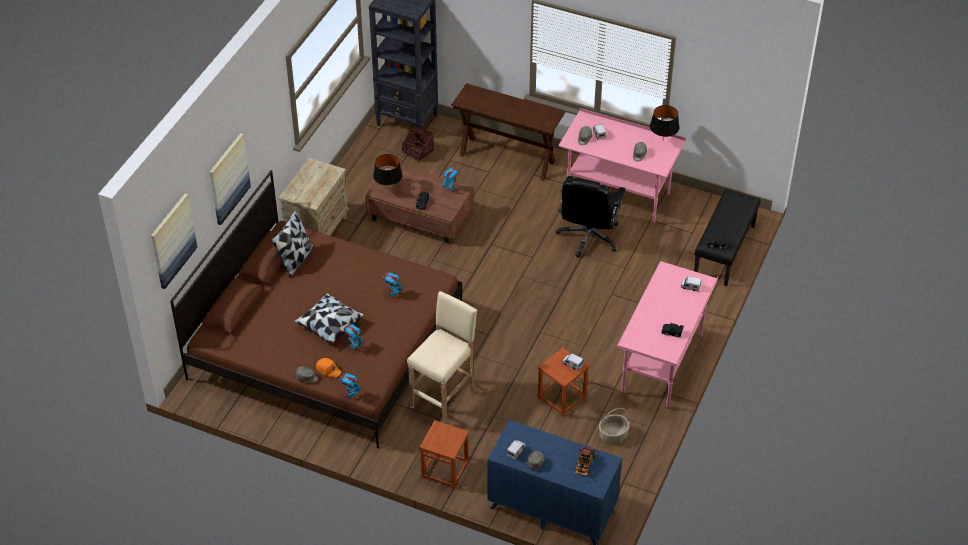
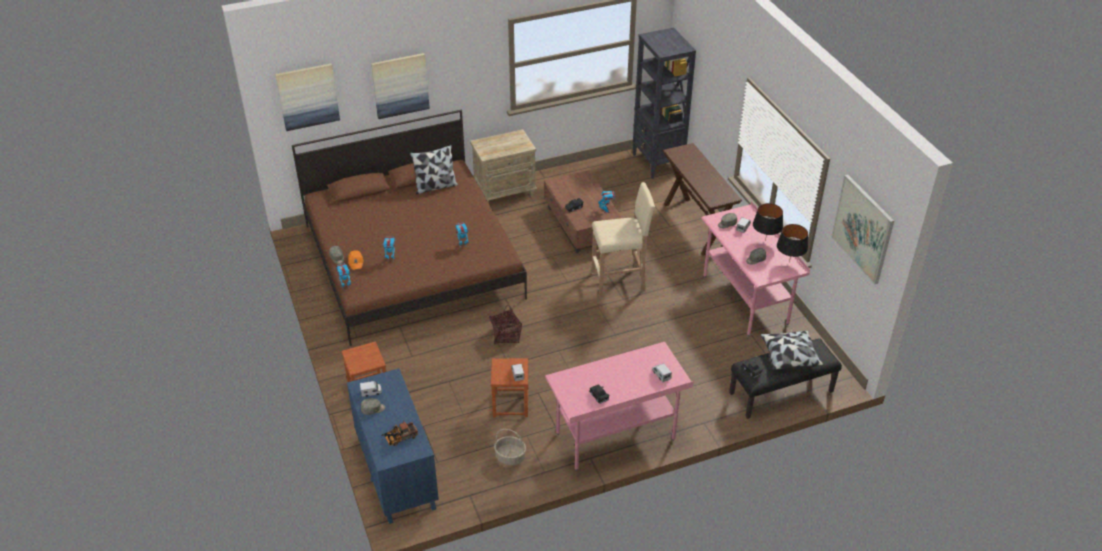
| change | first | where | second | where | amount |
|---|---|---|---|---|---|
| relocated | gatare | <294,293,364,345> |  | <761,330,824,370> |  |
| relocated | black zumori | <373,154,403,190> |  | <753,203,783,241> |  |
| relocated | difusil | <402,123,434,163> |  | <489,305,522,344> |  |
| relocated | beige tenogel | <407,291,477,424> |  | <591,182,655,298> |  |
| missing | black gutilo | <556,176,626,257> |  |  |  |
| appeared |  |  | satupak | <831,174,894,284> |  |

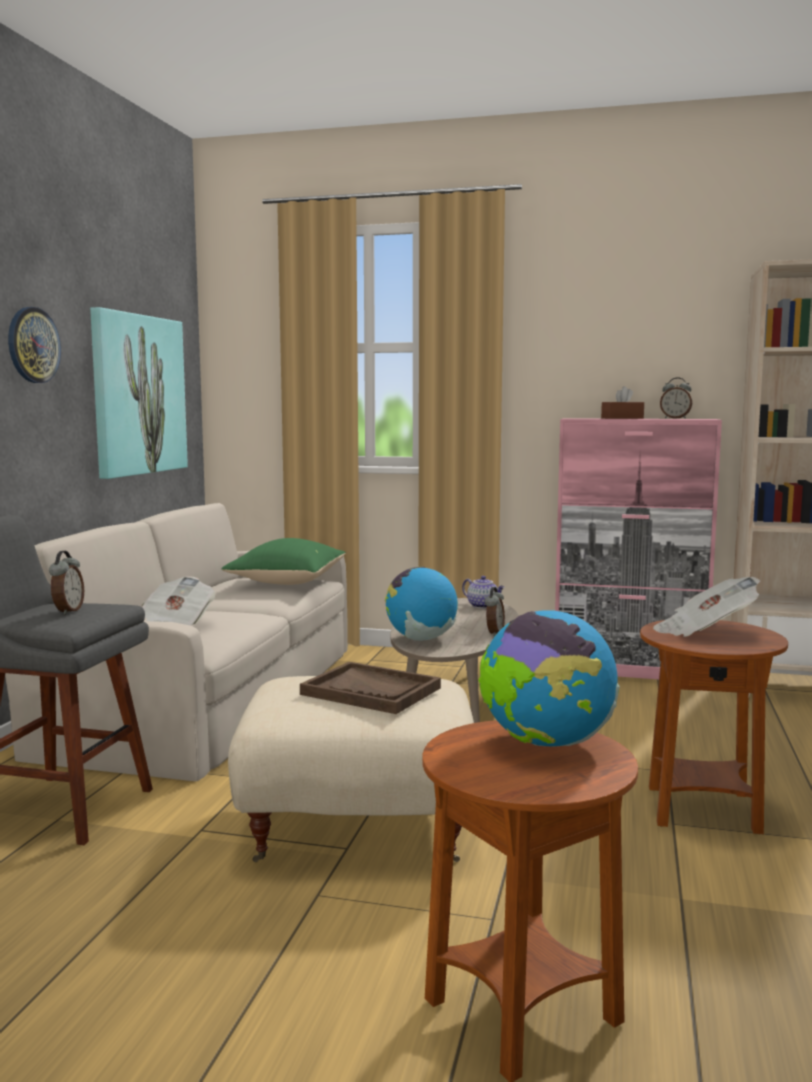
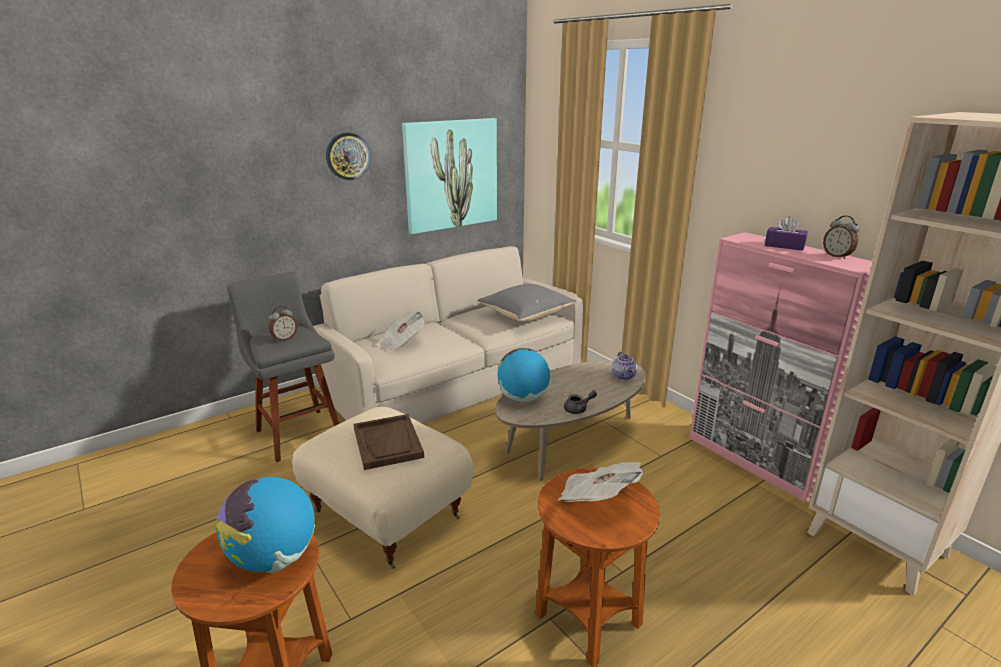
| change | first | where | second | where | amount |
|---|---|---|---|---|---|
| colour | green gatare | <222,538,346,585> | grey gatare | <477,284,577,322> |  |
| exchanged | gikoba | <485,587,505,636> | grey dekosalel | <564,390,597,414> |  |
| colour | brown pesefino | <601,386,644,419> | purple pesefino | <765,216,808,251> |  |

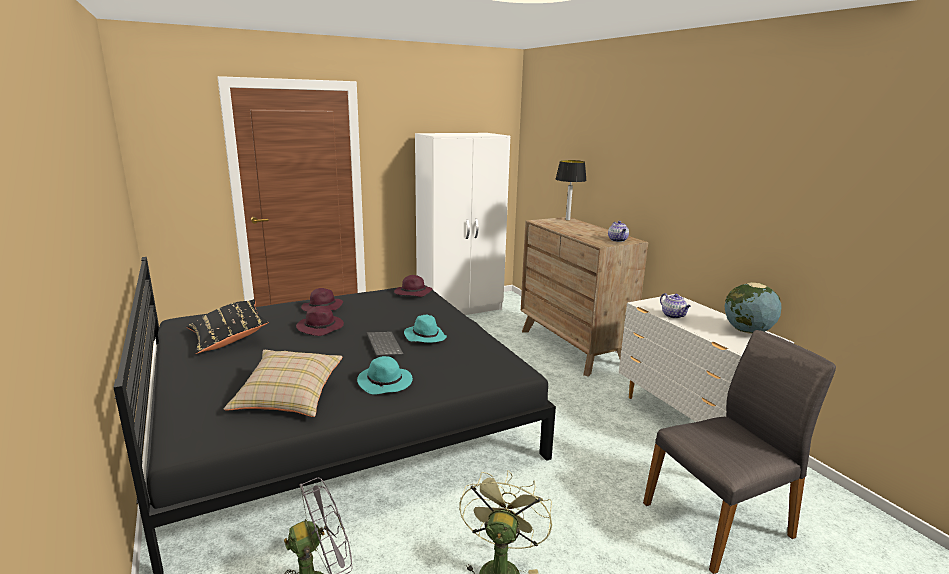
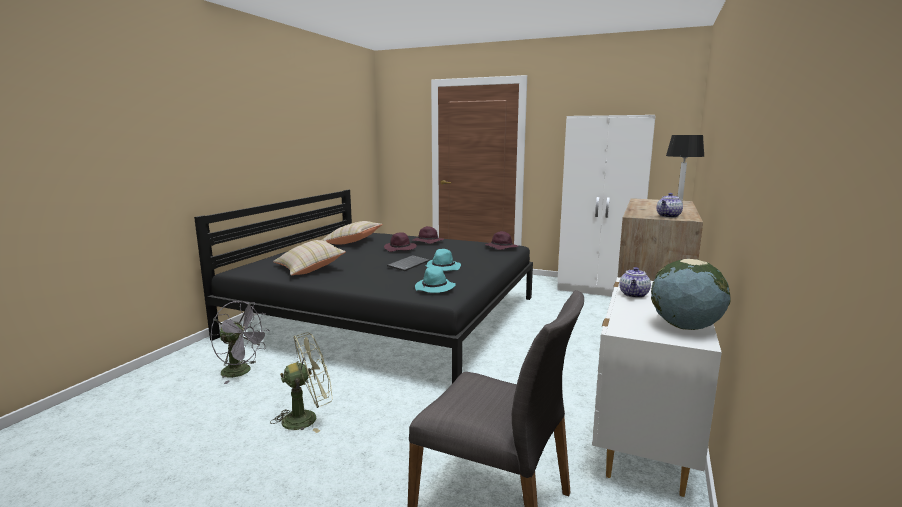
| change | first | where | second | where | amount |
|---|---|---|---|---|---|
| colour | black gatare | <186,299,268,354> | beige gatare | <322,221,382,245> |  |
| relocated | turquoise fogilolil | <357,356,413,394> |  | <415,266,456,293> |  |

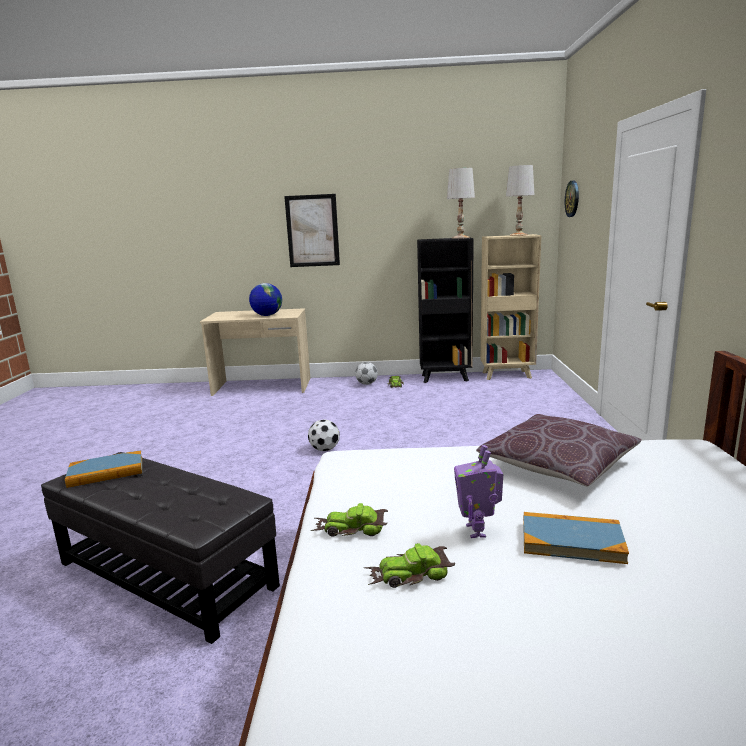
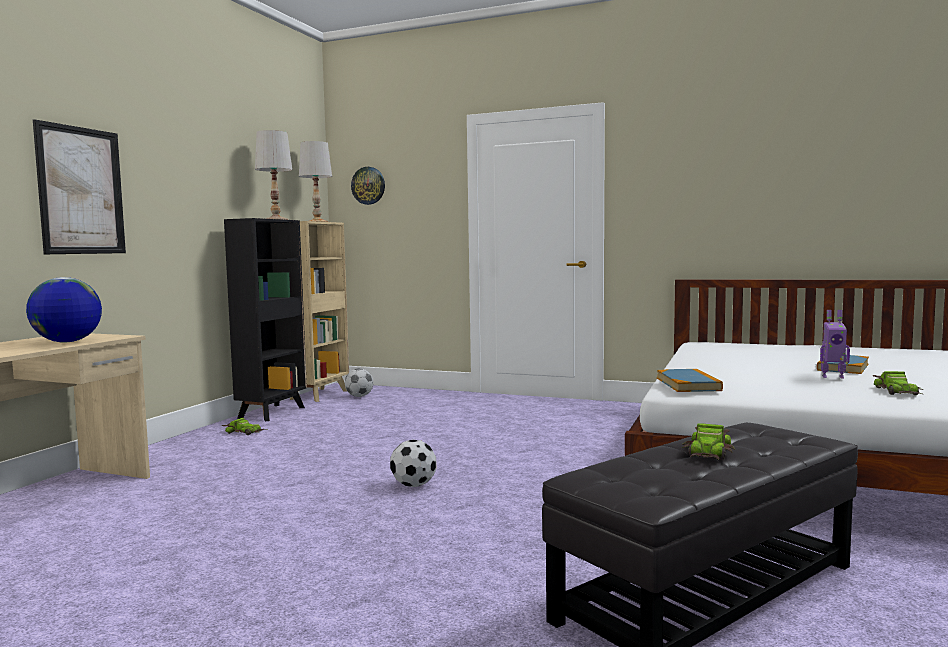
| change | first | where | second | where | amount |
|---|---|---|---|---|---|
| relocated | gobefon | <65,450,142,488> |  | <657,369,723,392> |  |
| relocated | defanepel | <310,503,388,537> |  | <682,423,735,460> |  |
| relocated | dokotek | <355,362,378,385> |  | <345,368,374,397> |  |
| missing | brown gatare | <476,414,642,487> |  |  |  |

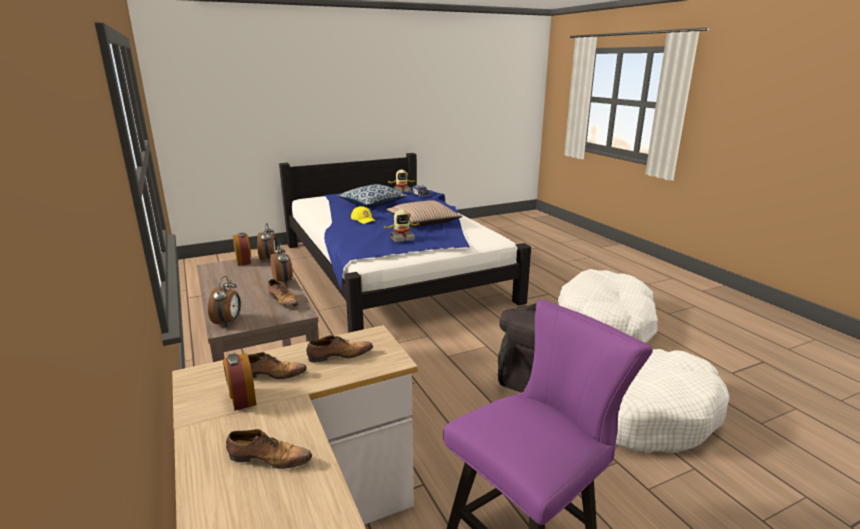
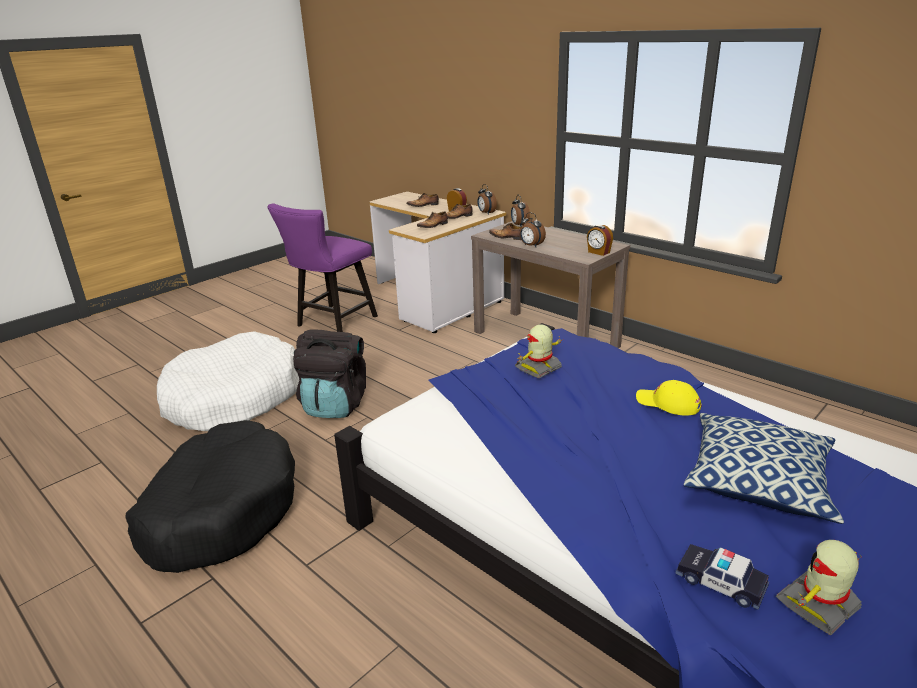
| change | first | where | second | where | amount |
|---|---|---|---|---|---|
| relocated | gikoba | <257,223,277,262> |  | <477,184,497,215> |  |
| missing | gatare | <387,200,462,226> |  |  |  |
| colour | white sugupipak | <558,269,658,343> | black sugupipak | <125,420,295,573> |  |

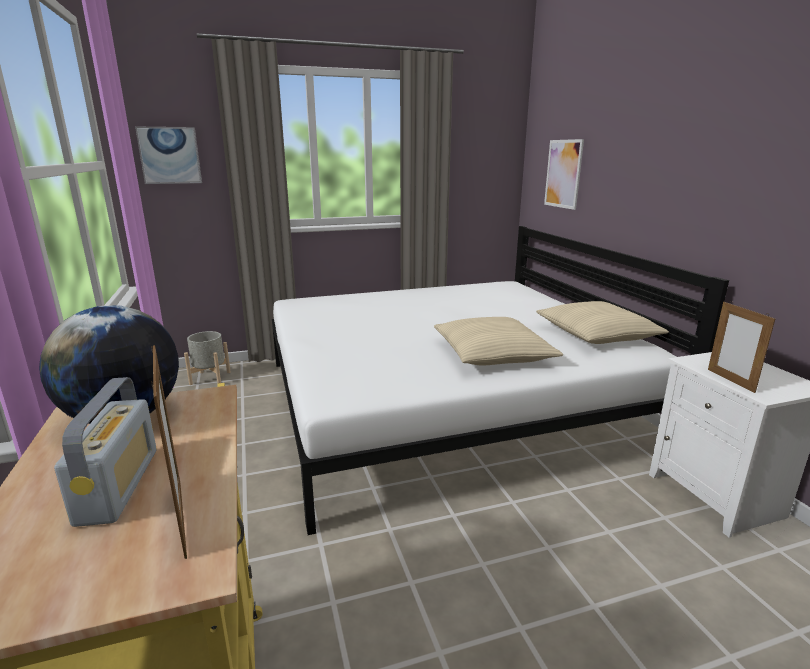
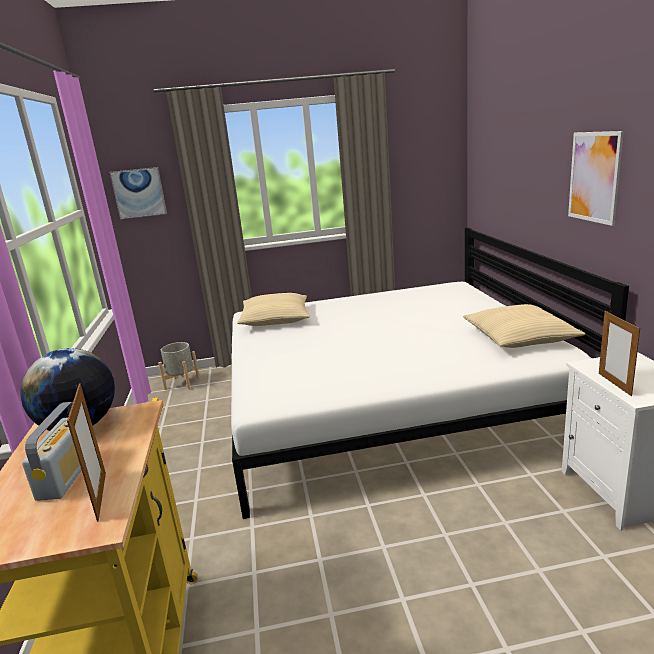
| change | first | where | second | where | amount |
|---|---|---|---|---|---|
| relocated | beige gatare | <434,317,563,365> |  | <237,293,310,326> |  |
| relocated | satupak | <544,139,584,210> |  | <568,131,624,226> |  |

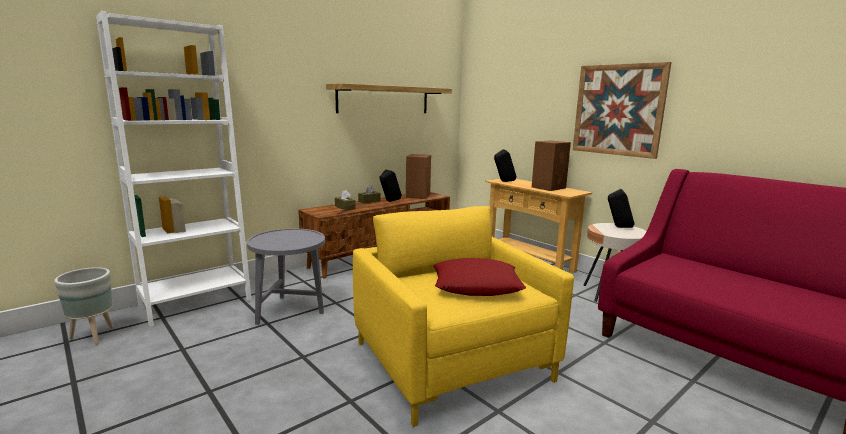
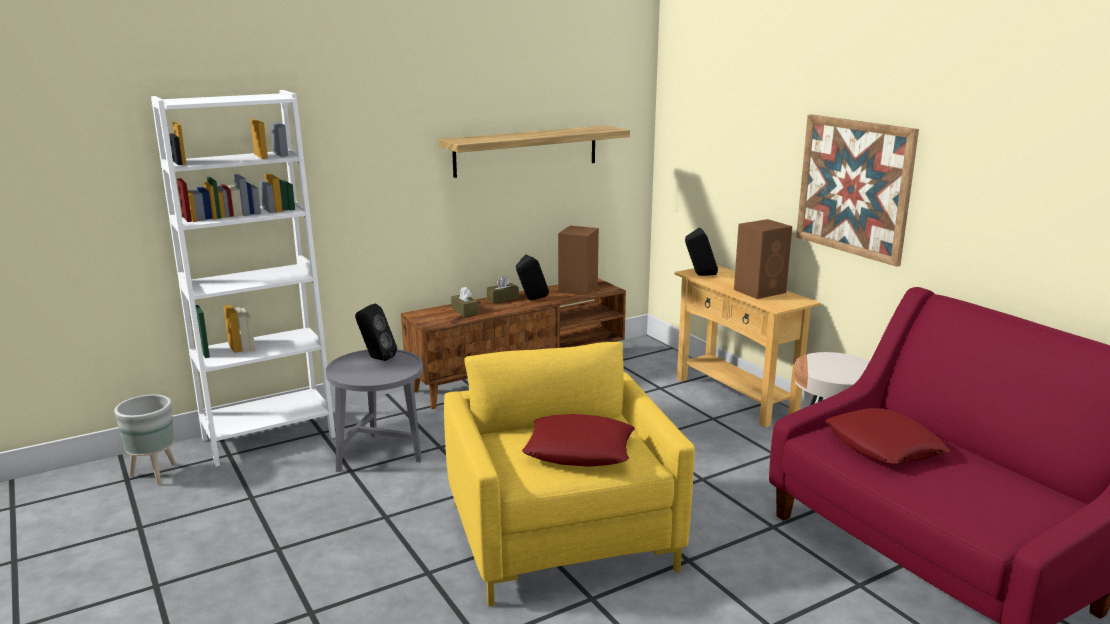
| change | first | where | second | where | amount |
|---|---|---|---|---|---|
| relocated | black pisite | <608,189,635,228> |  | <355,304,397,361> |  |
| appeared |  |  | red gatare | <825,408,950,464> |  |

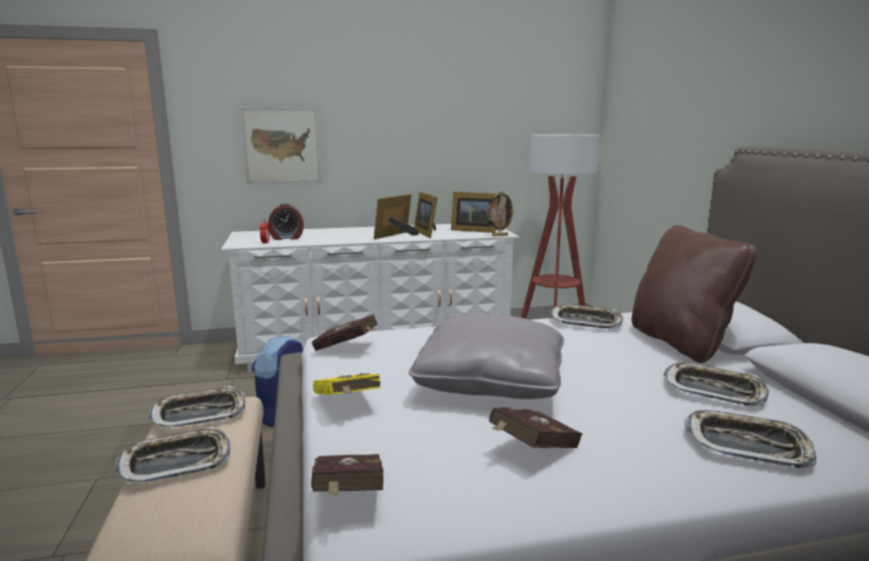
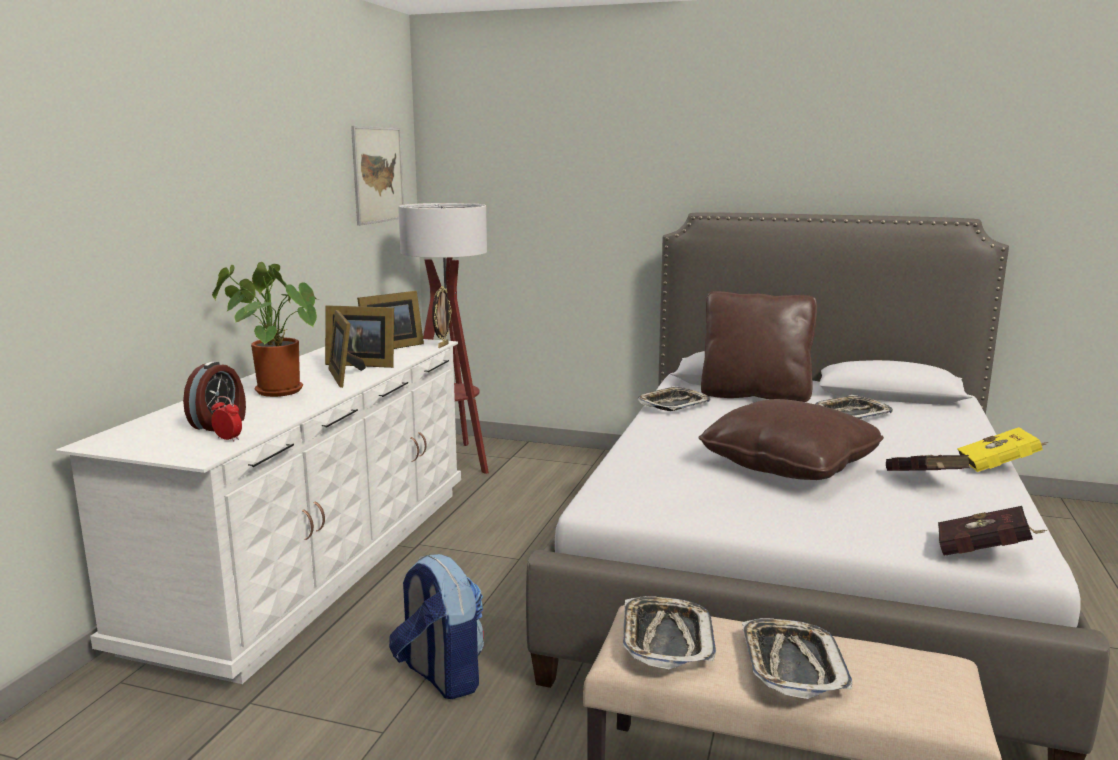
| change | first | where | second | where | amount |
|---|---|---|---|---|---|
| relocated | satupak | <240,107,321,184> |  | <351,126,404,226> |  |
| missing | red gobefon | <312,314,378,351> |  |  |  |
| relocated | yellow gobefon | <313,373,381,395> |  | <957,427,1048,472> |  |
| colour | grey gatare | <409,314,564,399> | brown gatare | <698,399,884,480> |  |
| missing | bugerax | <685,410,816,468> |  |  |  |
| appeared |  |  | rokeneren | <212,262,317,397> |  |

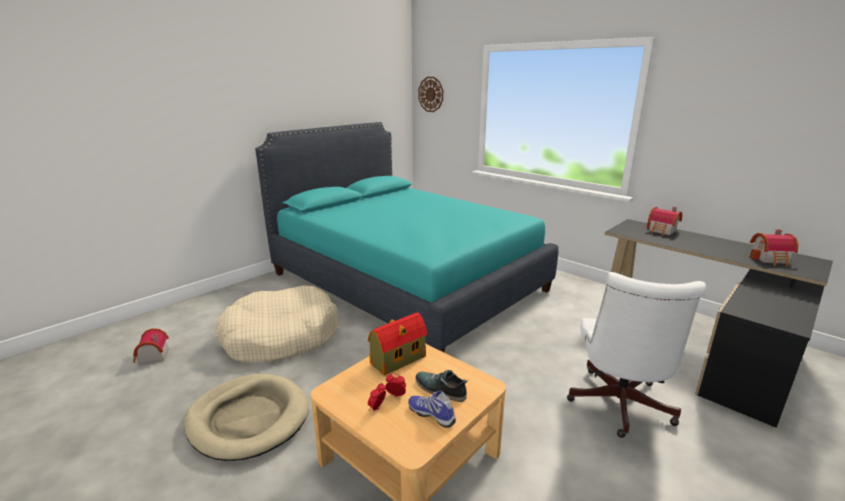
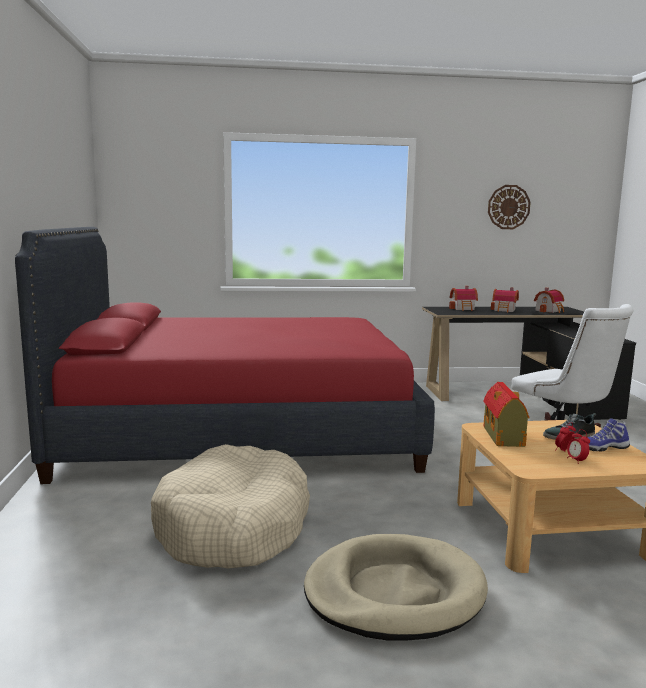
| change | first | where | second | where | amount |
|---|---|---|---|---|---|
| relocated | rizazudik | <133,328,169,365> |  | <491,287,519,313> |  |
| colour | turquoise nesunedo | <255,122,559,352> | red nesunedo | <15,227,435,484> |  |
| relocated | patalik | <418,77,443,112> |  | <488,185,531,229> |  |

